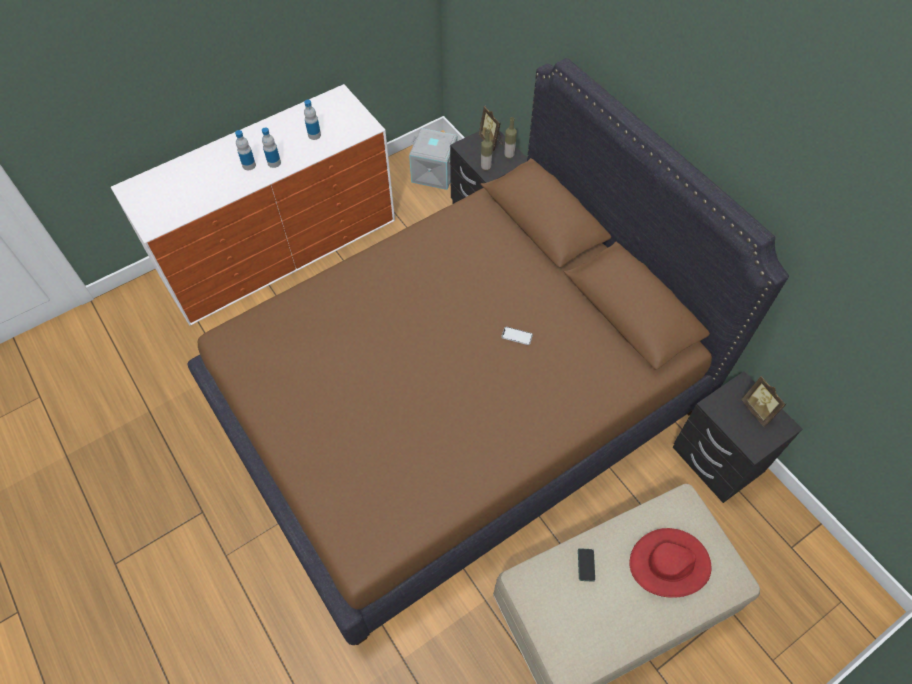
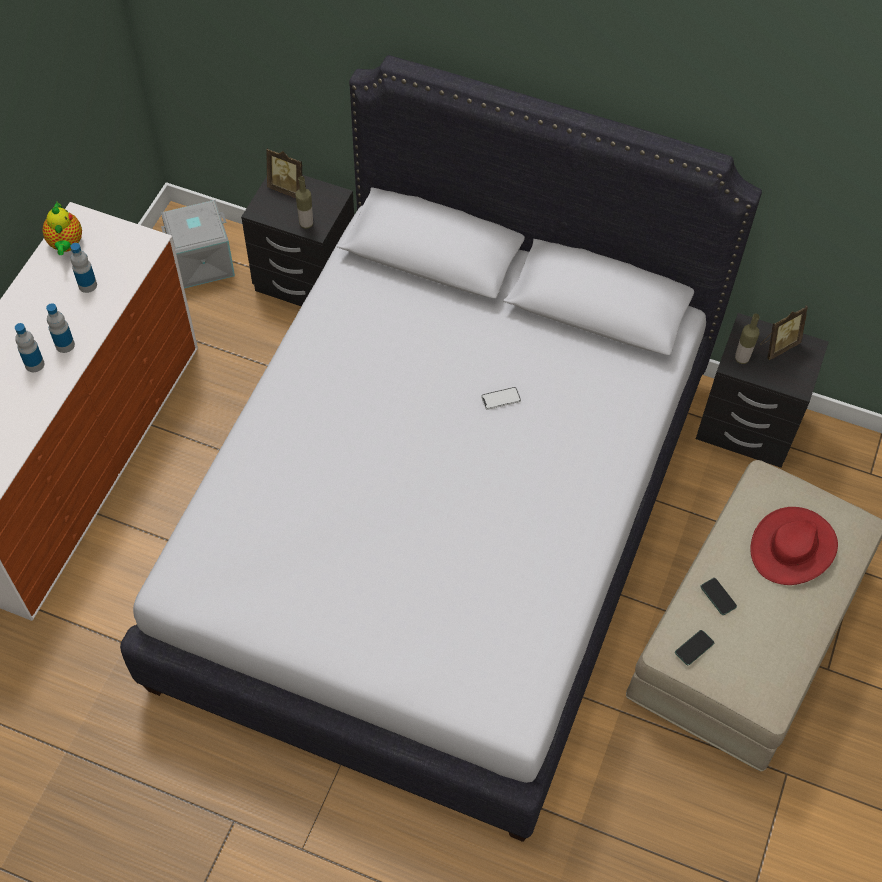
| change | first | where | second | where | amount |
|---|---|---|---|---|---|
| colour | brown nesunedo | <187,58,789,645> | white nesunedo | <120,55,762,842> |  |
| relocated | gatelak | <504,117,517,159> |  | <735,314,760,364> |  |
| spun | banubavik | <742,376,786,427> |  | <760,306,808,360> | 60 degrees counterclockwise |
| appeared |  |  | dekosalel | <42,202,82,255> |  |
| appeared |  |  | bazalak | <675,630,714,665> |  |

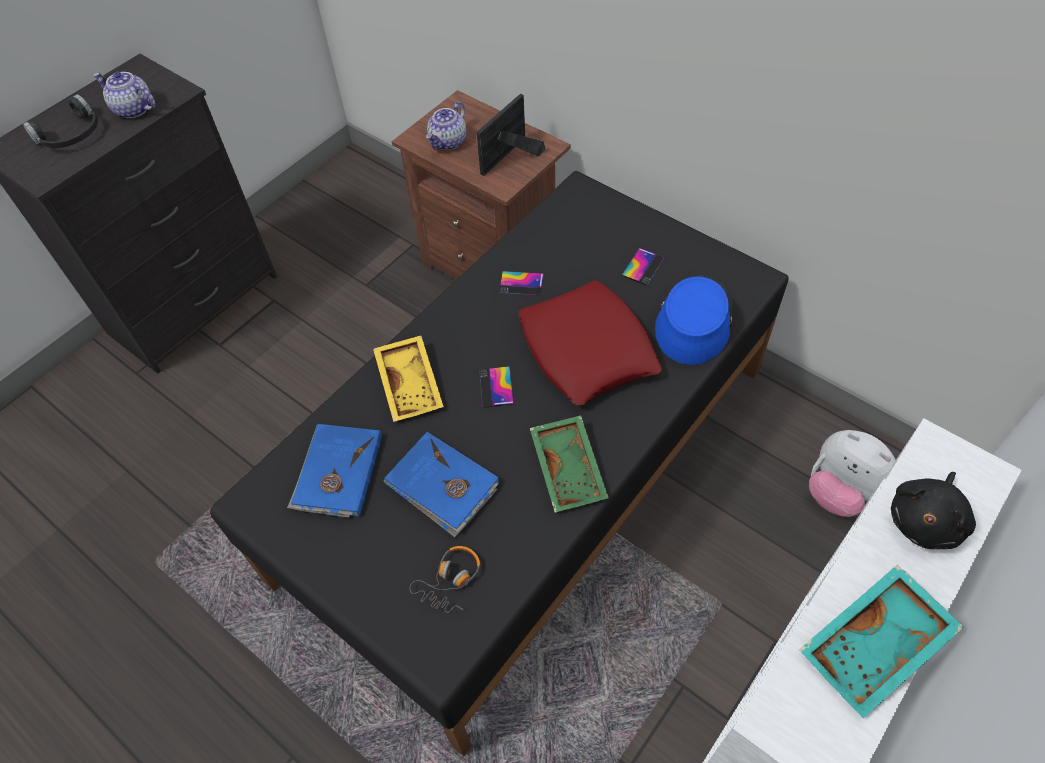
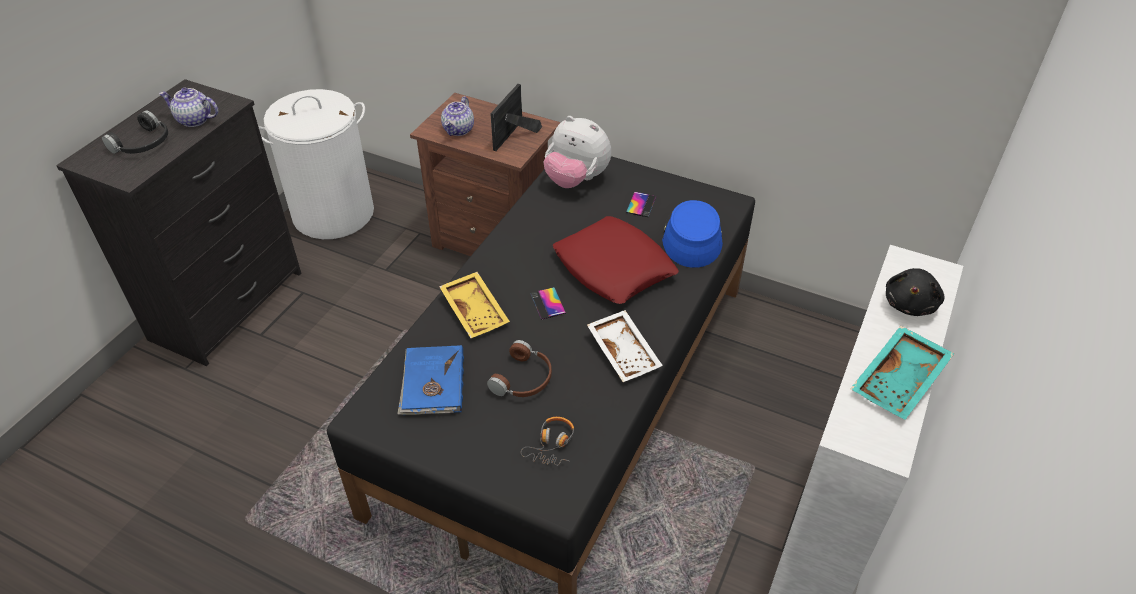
| change | first | where | second | where | amount |
|---|---|---|---|---|---|
| exchanged | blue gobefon | <383,432,500,537> | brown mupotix | <487,340,552,397> |  |
| missing | bazalak | <499,271,544,296> |  |  |  |
| colour | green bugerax | <530,415,609,513> | white bugerax | <587,310,663,382> |  |
| relocated | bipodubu | <809,430,896,517> |  | <543,116,611,188> |  |
| appeared |  |  | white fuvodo | <258,89,374,239> |  |

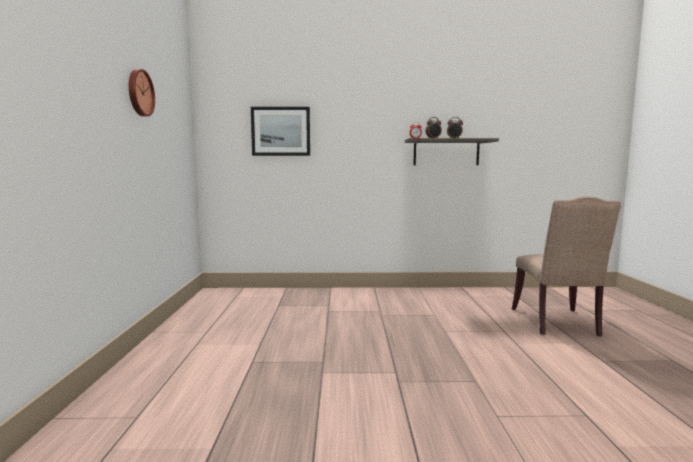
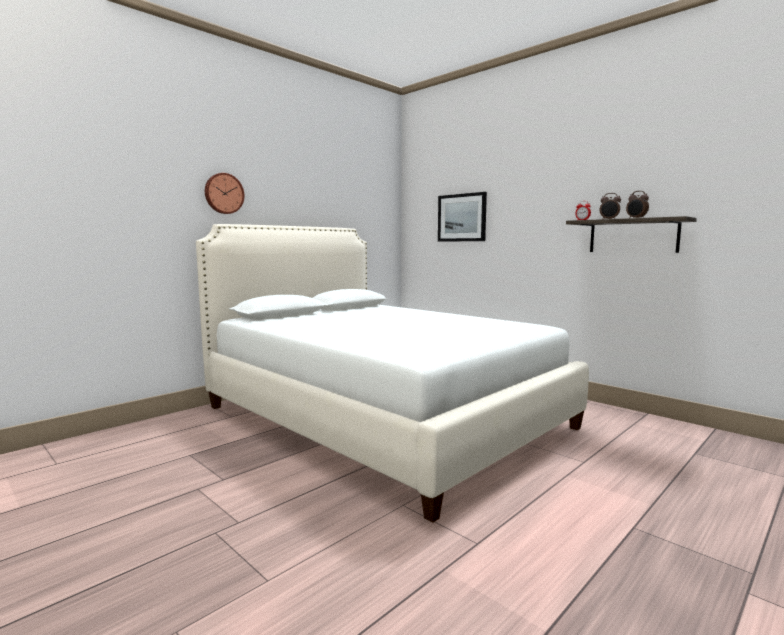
| change | first | where | second | where | amount |
|---|---|---|---|---|---|
| relocated | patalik | <129,69,155,116> |  | <205,173,244,214> |  |
| missing | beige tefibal | <512,196,621,337> |  |  |  |
| appeared |  |  | white nesunedo | <196,224,589,523> |  |

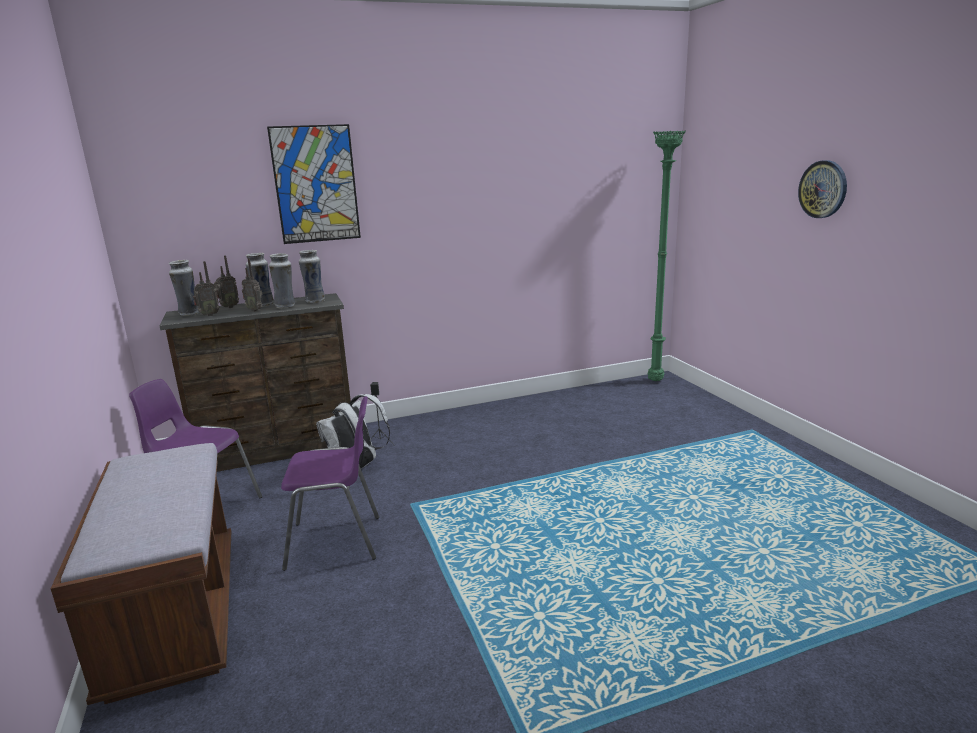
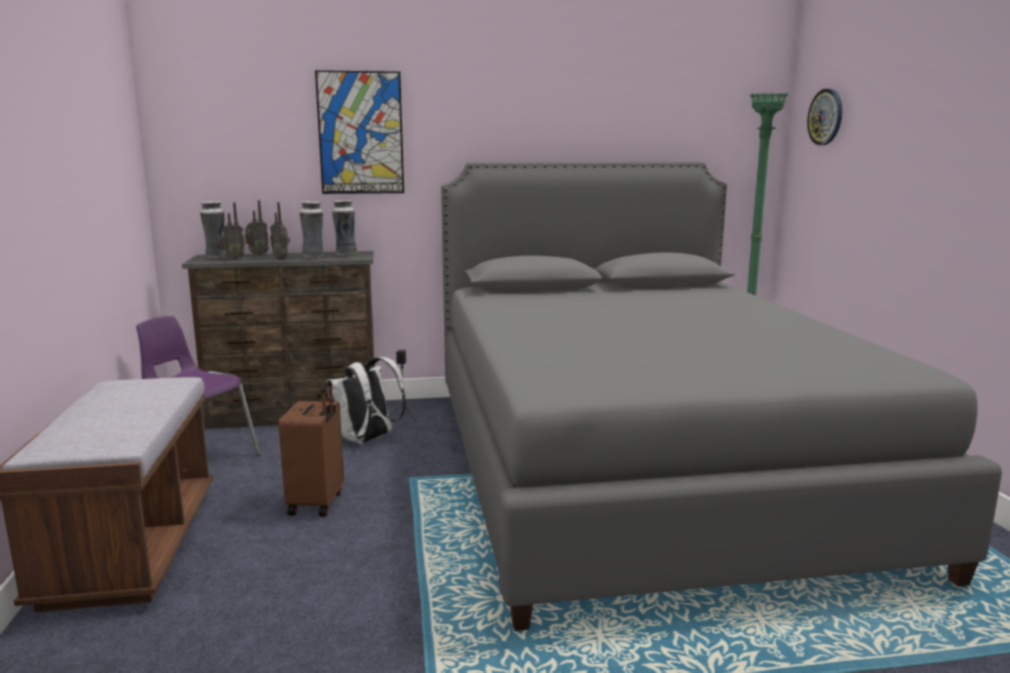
| change | first | where | second | where | amount |
|---|---|---|---|---|---|
| missing | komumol | <246,253,274,307> |  |  |  |
| exchanged | purple tefibal | <281,396,379,571> | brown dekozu | <278,380,344,517> |  |
| relocated | patalik | <798,160,847,218> |  | <807,88,842,145> |  |
| appeared |  |  | grey nesunedo | <441,162,1002,631> |  |

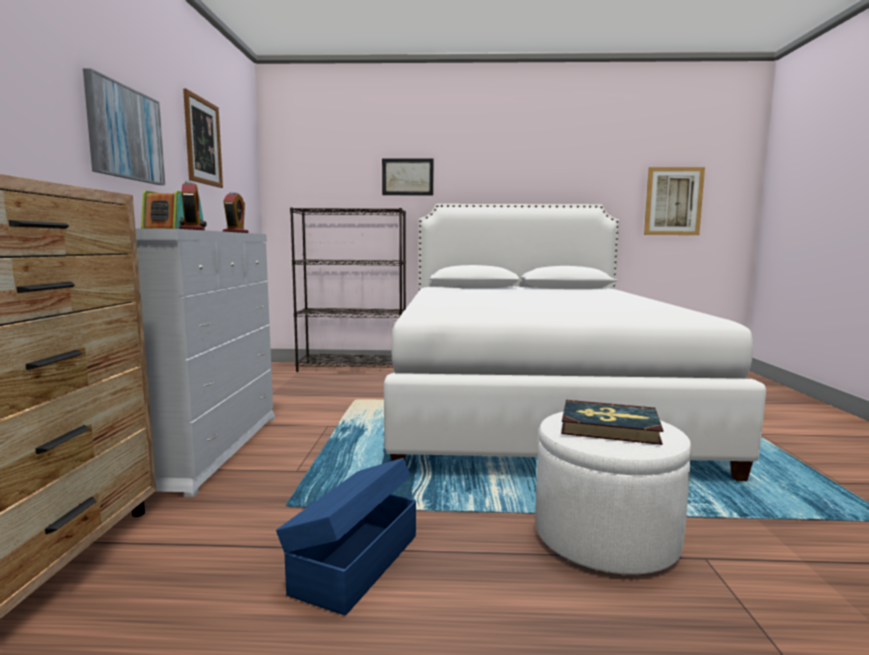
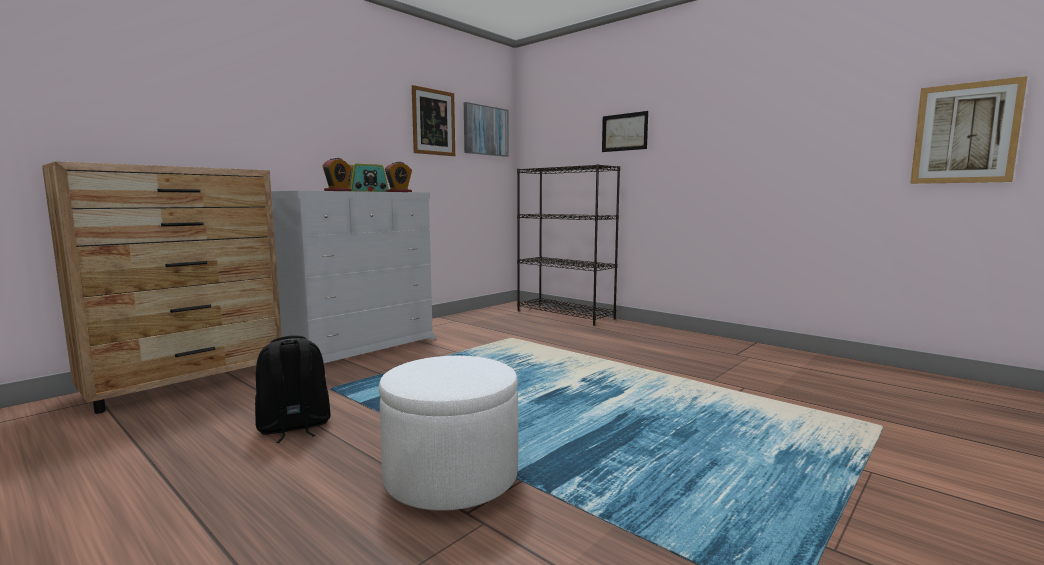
| change | first | where | second | where | amount |
|---|---|---|---|---|---|
| relocated | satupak | <83,68,165,185> |  | <464,102,509,157> |  |
| exchanged | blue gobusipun | <276,458,416,616> | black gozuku | <255,336,331,443> |  |
| missing | white nesunedo | <384,204,766,481> |  |  |  |
| missing | gobefon | <561,400,664,445> |  |  |  |

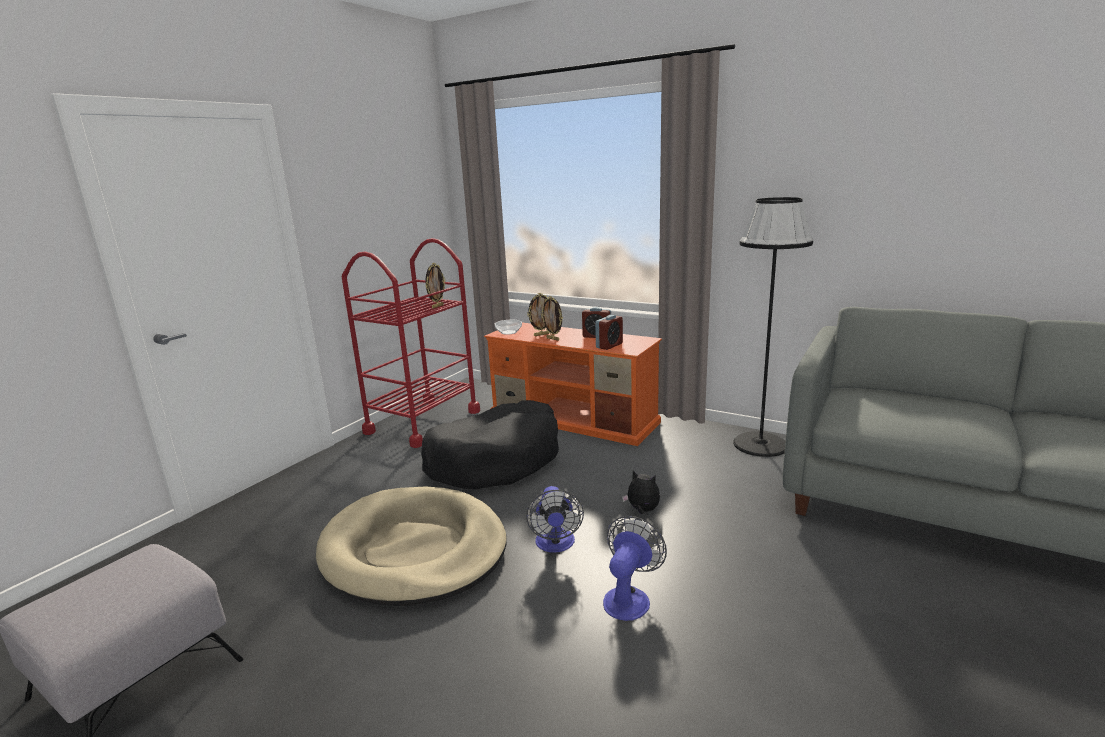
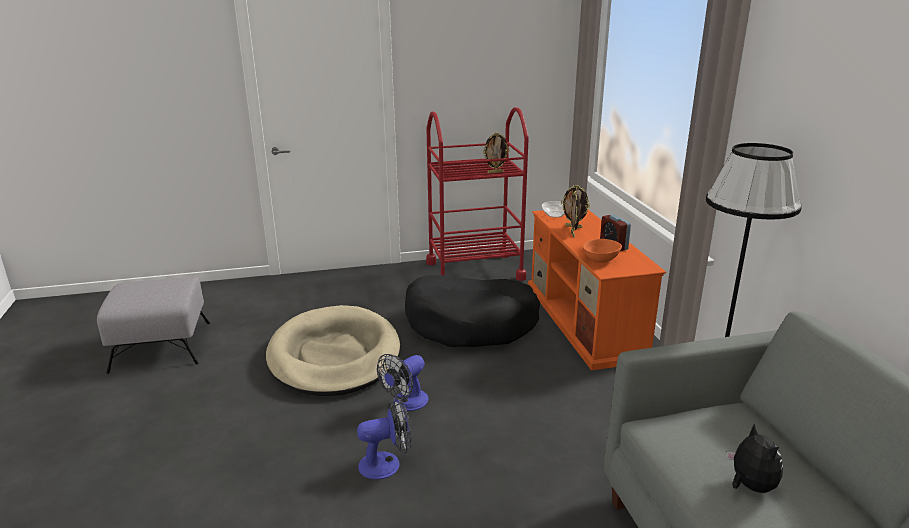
| change | first | where | second | where | amount |
|---|---|---|---|---|---|
| exchanged | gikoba | <595,315,623,350> | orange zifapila | <583,239,622,262> |  |
| relocated | bipodubu | <622,470,660,514> |  | <726,423,783,493> |  |

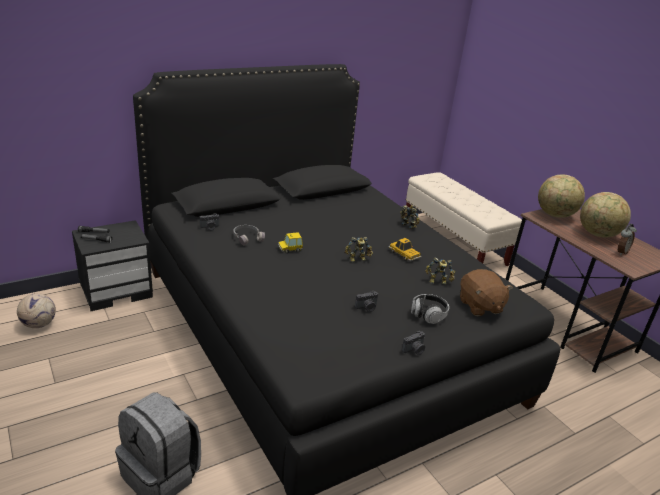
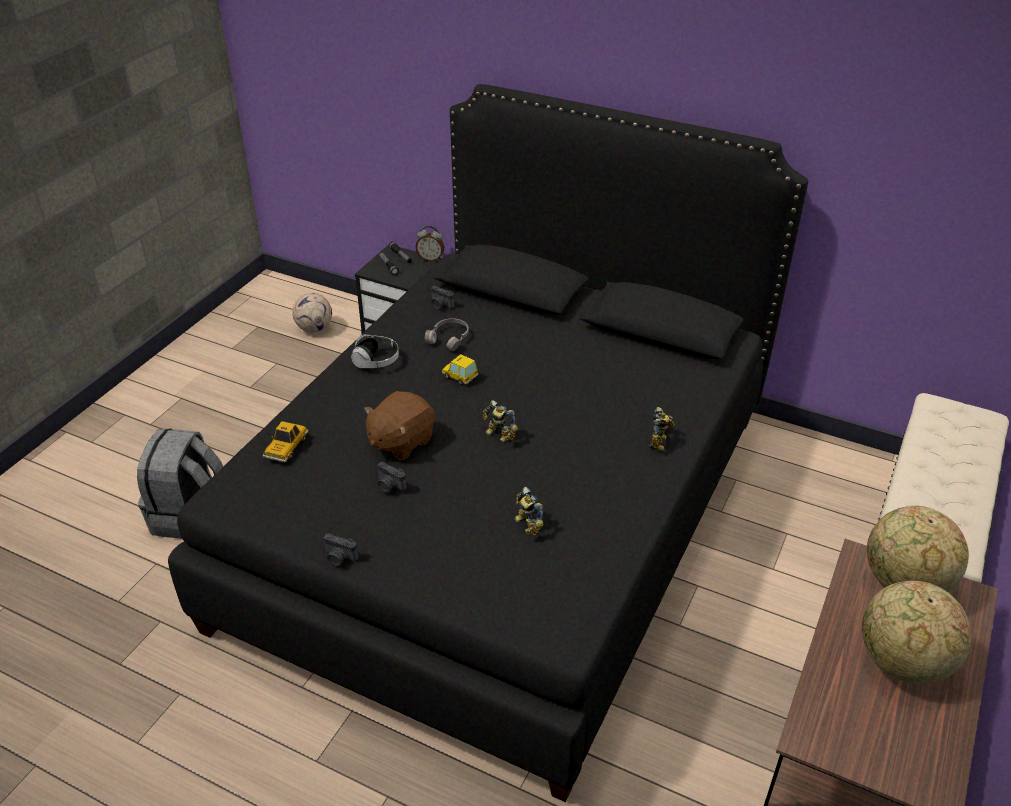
| change | first | where | second | where | amount |
|---|---|---|---|---|---|
| relocated | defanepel | <388,238,422,261> |  | <262,421,309,462> |  |
| relocated | mupotix | <411,294,449,324> |  | <351,334,399,368> |  |
| relocated | brown bipodubu | <460,269,513,316> |  | <364,391,435,460> |  |
| relocated | gikoba | <618,224,637,255> |  | <416,226,444,262> |  |

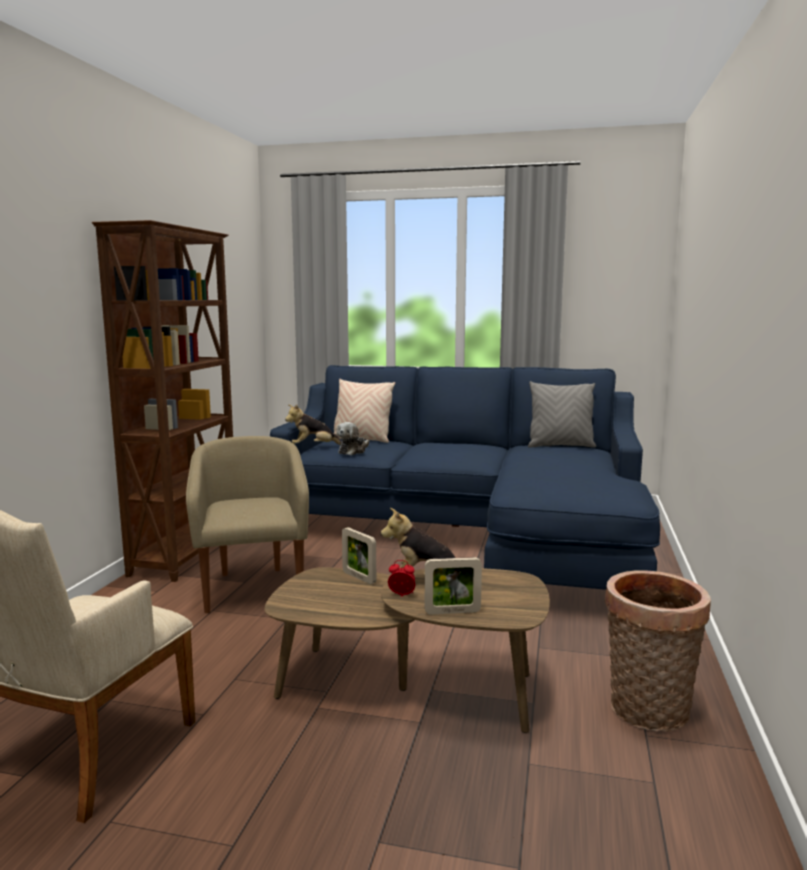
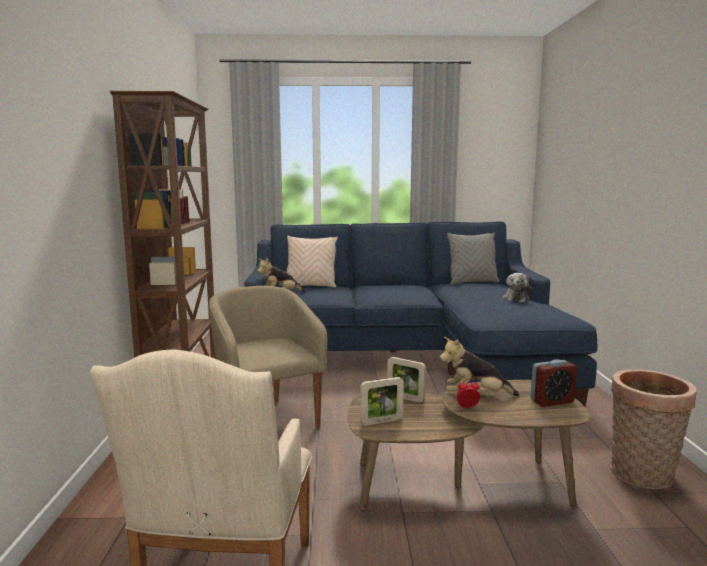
| change | first | where | second | where | amount |
|---|---|---|---|---|---|
| relocated | bipodubu | <336,422,369,455> |  | <503,273,533,302> |  |
| relocated | banubavik | <425,557,482,614> |  | <360,377,404,426> |  |
| appeared |  |  | gikoba | <530,359,577,407> |  |

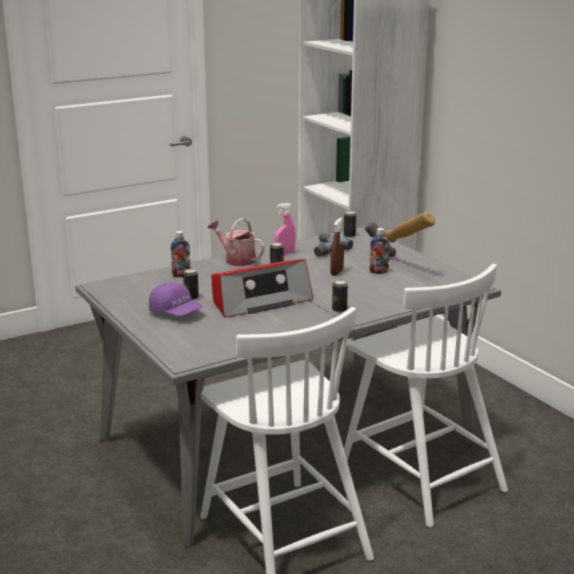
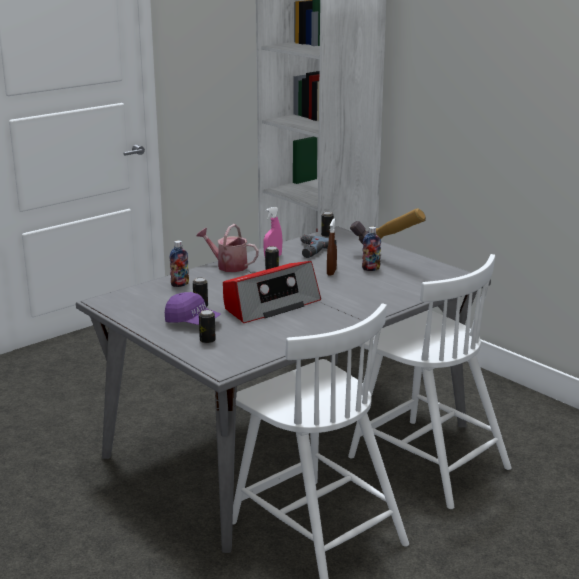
| change | first | where | second | where | amount |
|---|---|---|---|---|---|
| relocated | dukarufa | <332,280,348,312> |  | <199,310,216,344> |  |

